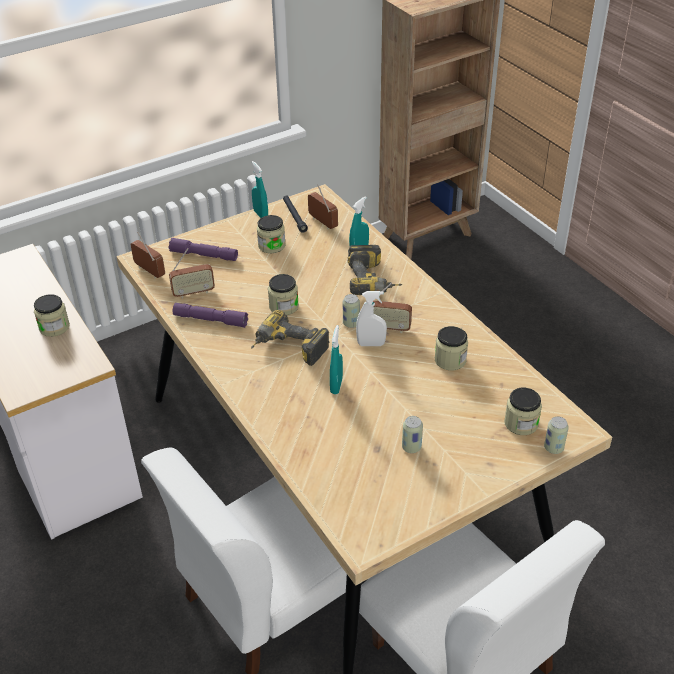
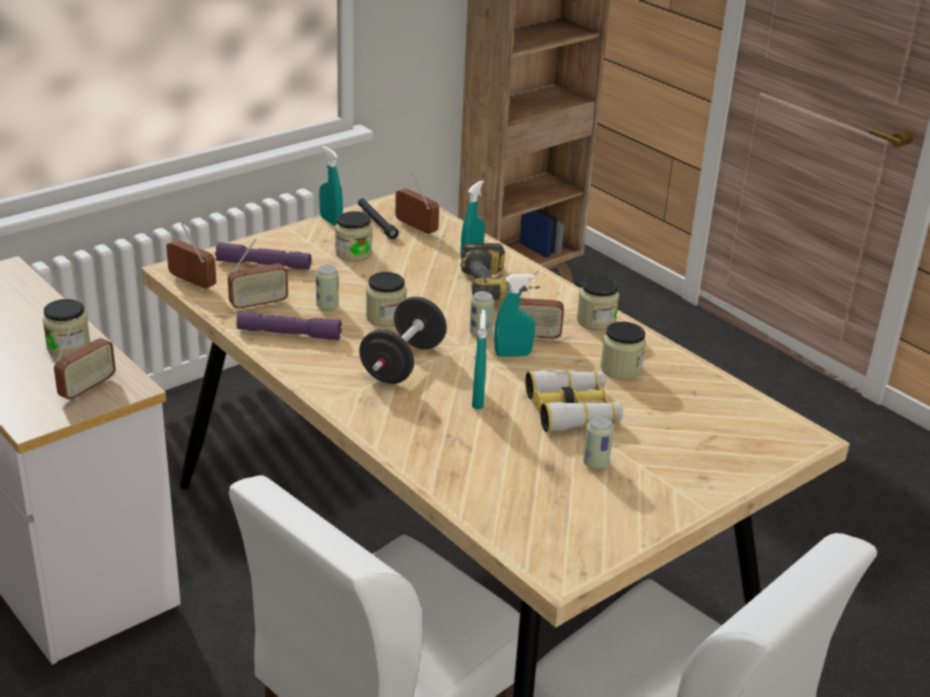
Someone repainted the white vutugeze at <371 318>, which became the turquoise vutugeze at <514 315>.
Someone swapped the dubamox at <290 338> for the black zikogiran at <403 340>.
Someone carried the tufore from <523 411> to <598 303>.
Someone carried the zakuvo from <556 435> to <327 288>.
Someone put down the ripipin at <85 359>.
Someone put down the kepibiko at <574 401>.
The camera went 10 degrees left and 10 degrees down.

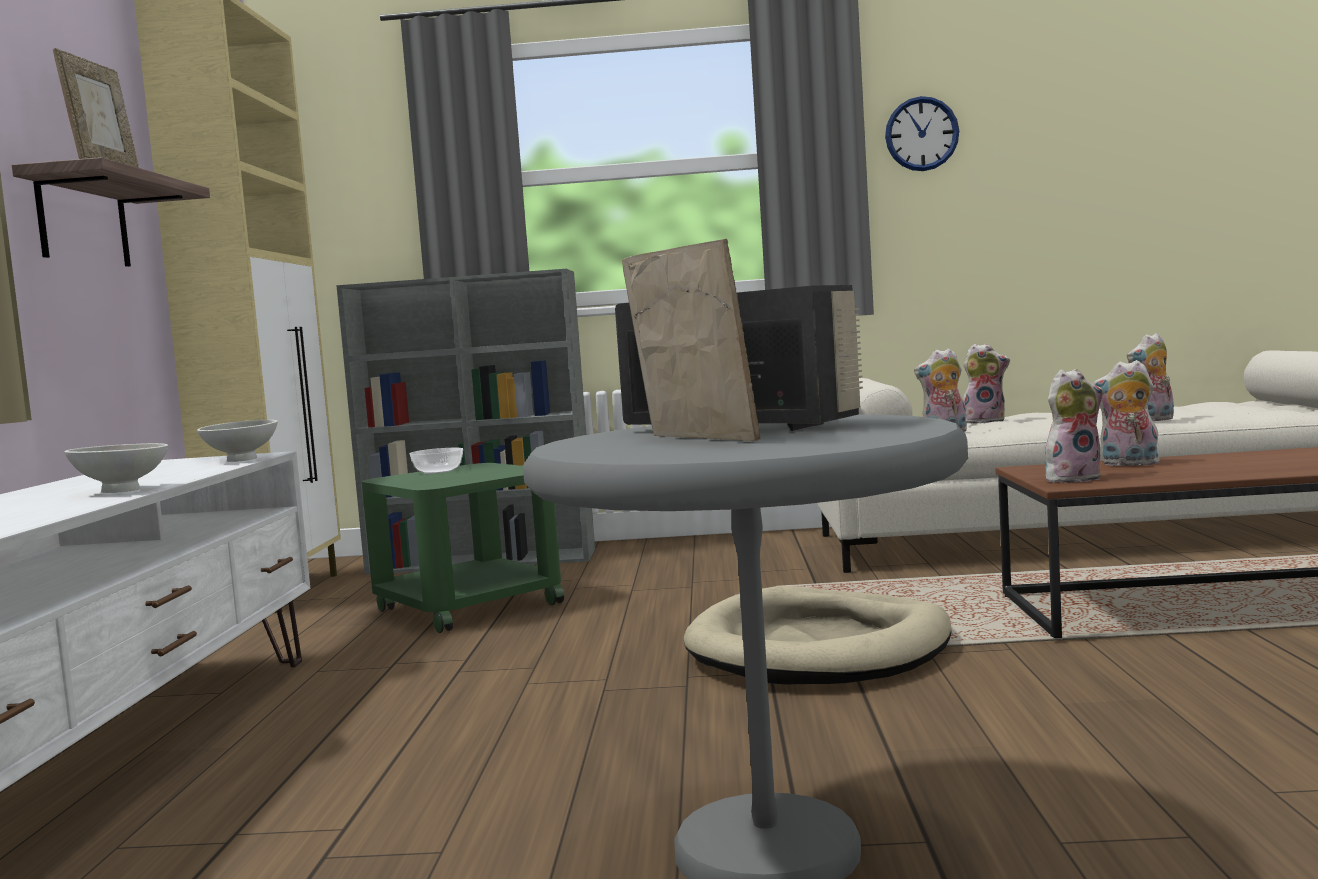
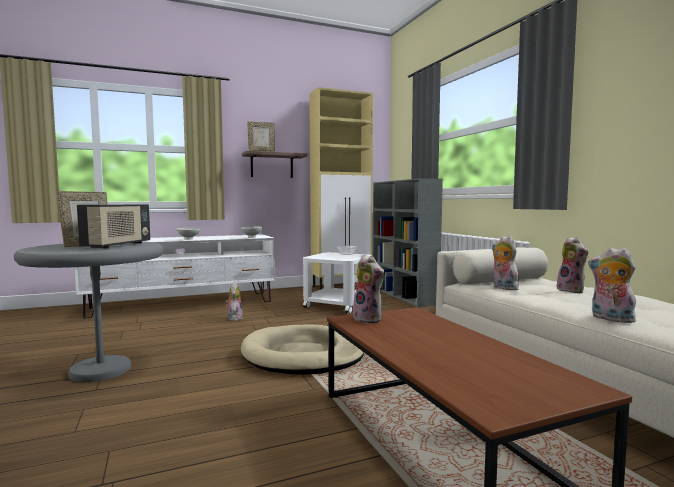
Someone took away the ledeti at <922 133>.
Someone carried the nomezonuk from <1126 413> to <234 301>.
Someone repainted the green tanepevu at <463 548>, which became the white tanepevu at <337 283>.
The camera went 65 degrees right and 0 degrees up.

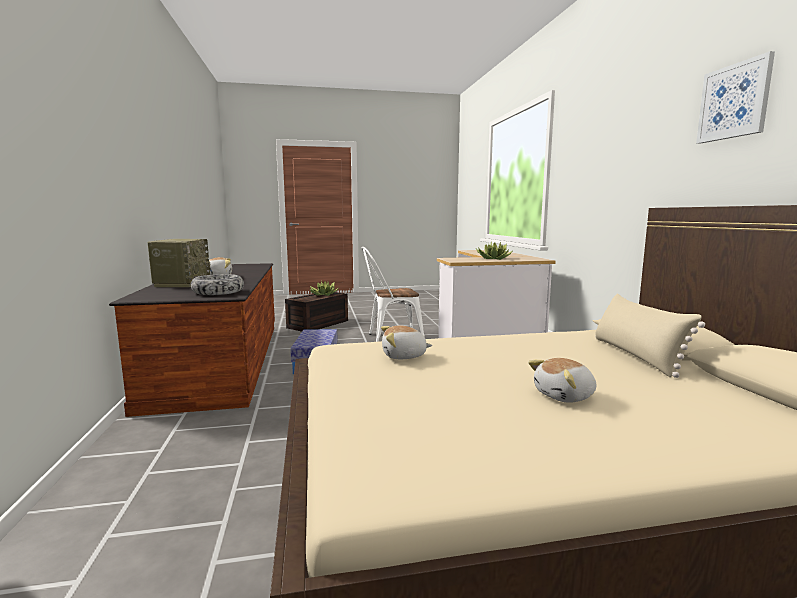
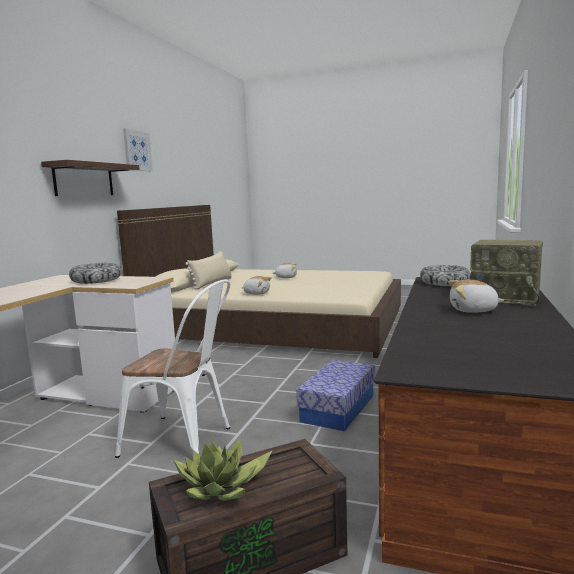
Someone rotated the ripipin at <180 263> by 90 degrees counterclockwise.
Someone swapped the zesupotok at <494 251> for the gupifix at <95 273>.
Someone carried the nomezonuk from <406 342> to <257 285>.
Someone put up the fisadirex at <90 178>.
The camera went 150 degrees left and 0 degrees up.

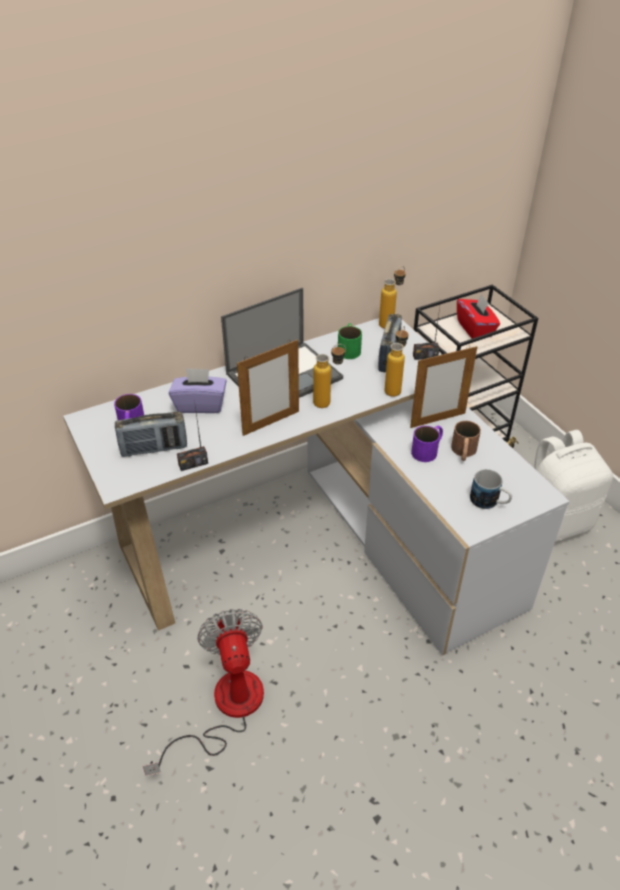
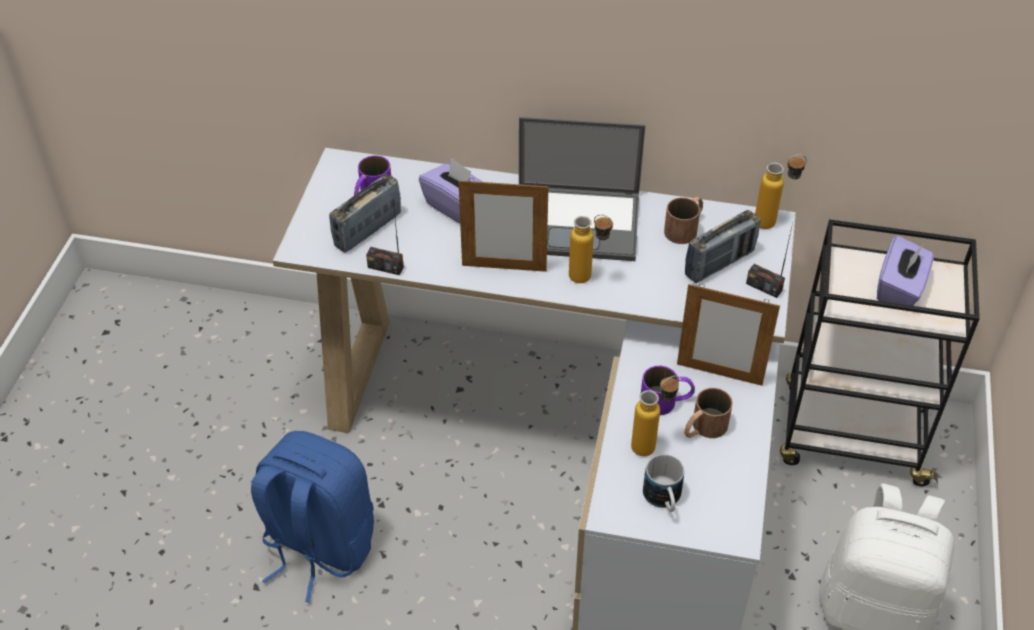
Someone repainted the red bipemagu at <478 316>, which became the purple bipemagu at <905 270>.
Someone repainted the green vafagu at <350 341>, which became the brown vafagu at <683 220>.
Someone carried the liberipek from <396 361> to <655 416>.
Someone rotated the ripipin at <151 434> by 105 degrees clockwise.
Someone swapped the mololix at <203 692> for the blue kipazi at <312 516>.
The camera went 40 degrees right and 5 degrees up.

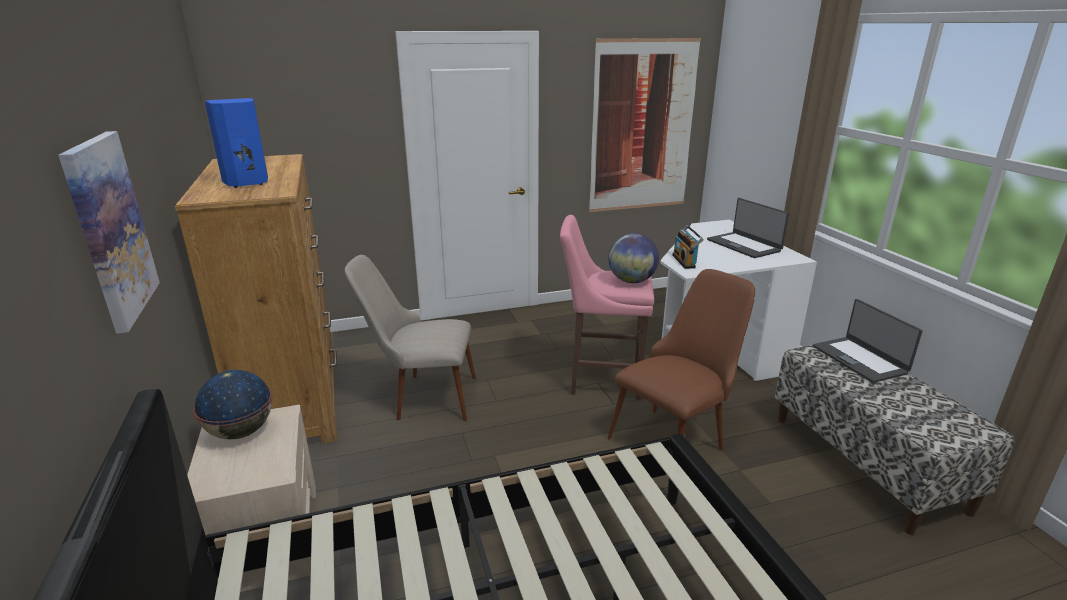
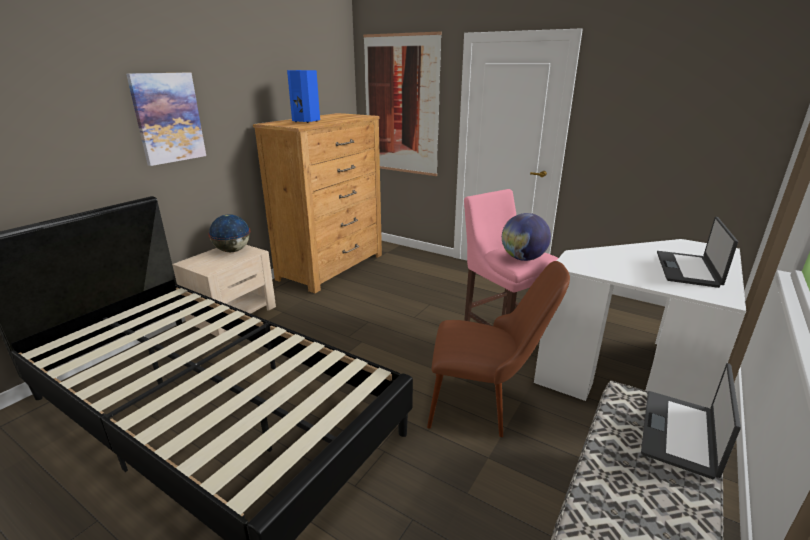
Someone carried the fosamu from <645 125> to <402 104>.
Someone took away the ripipin at <688 247>.
Someone took away the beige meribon at <410 338>.
The camera went 50 degrees right and 0 degrees up.

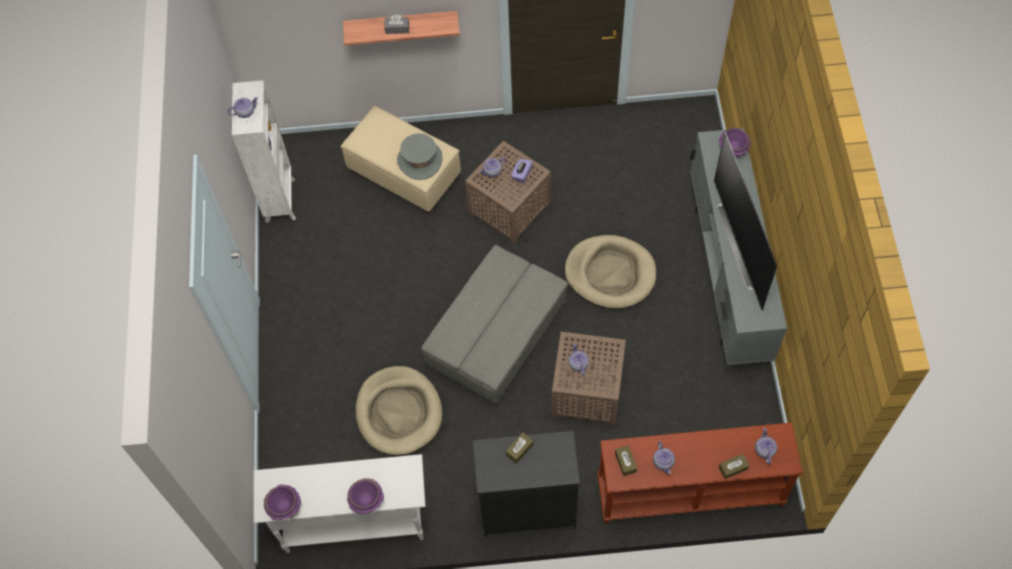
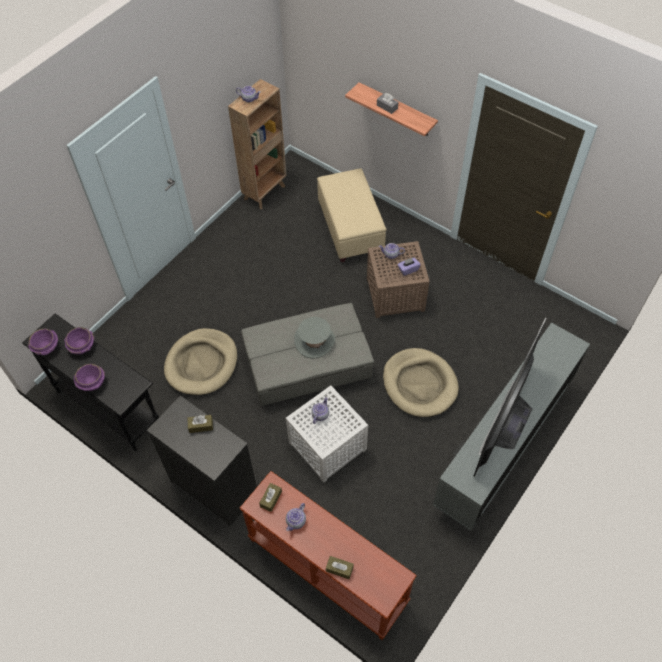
Someone repainted the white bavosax at <264 151>, which became the brown bavosax at <257 144>.
Someone carried the purple gupifix from <735 142> to <79 340>.
Someone carried the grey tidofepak from <420 156> to <314 338>.
Someone repainted the brown tanepevu at <589 378>, which became the white tanepevu at <327 434>.
Someone took away the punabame at <766 446>.
Someone repainted the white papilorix at <339 503>, which became the black papilorix at <90 382>.
The camera went 40 degrees right and 5 degrees down.

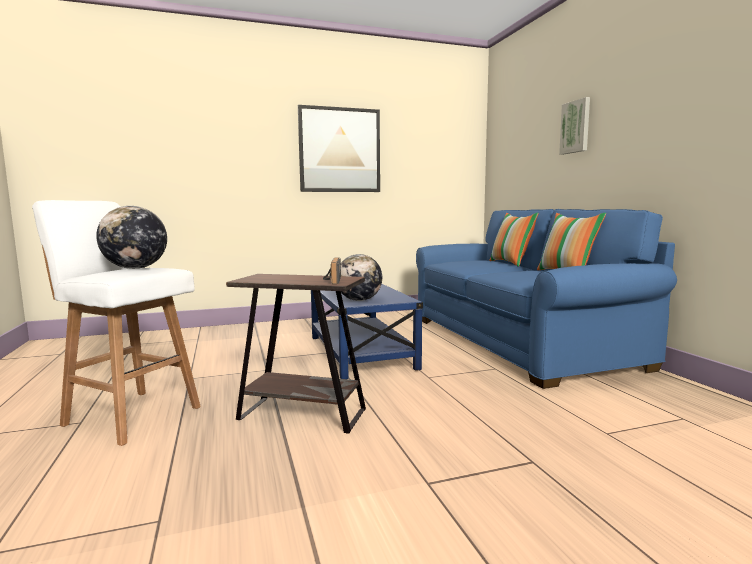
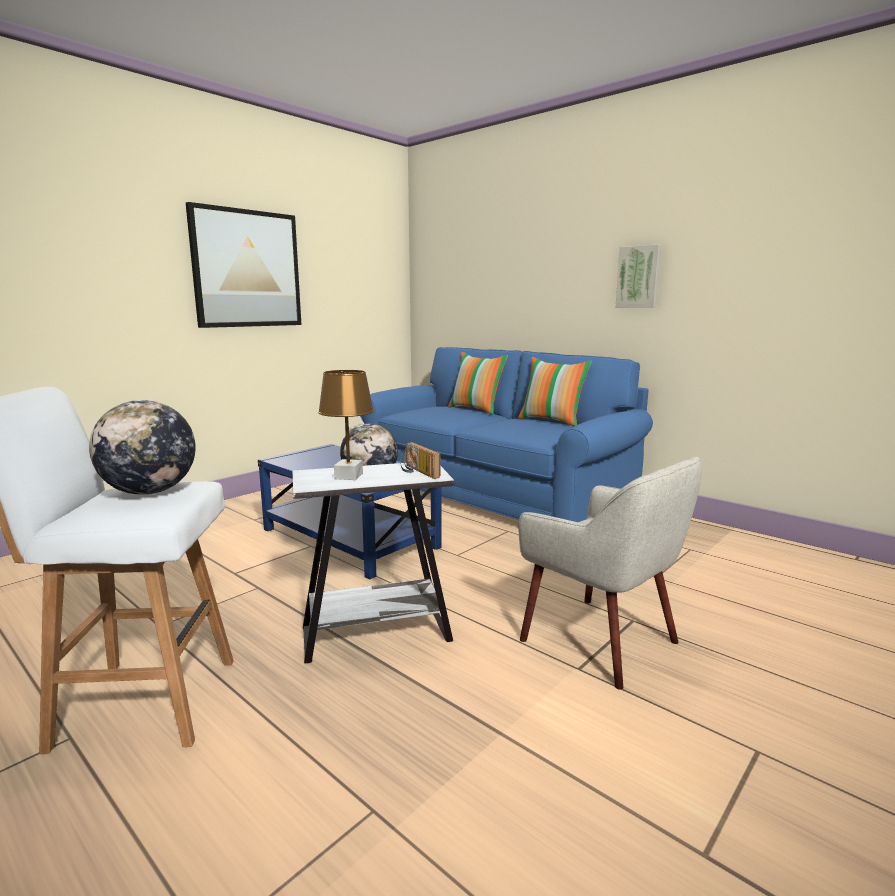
Someone carried the fosamu from <574 126> to <638 276>.
Someone repainted the brown tanepevu at <296 353>, which became the white tanepevu at <373 563>.
Someone put down the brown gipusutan at <346 425>.
Someone put down the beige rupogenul at <610 573>.
The camera went 30 degrees left and 5 degrees up.

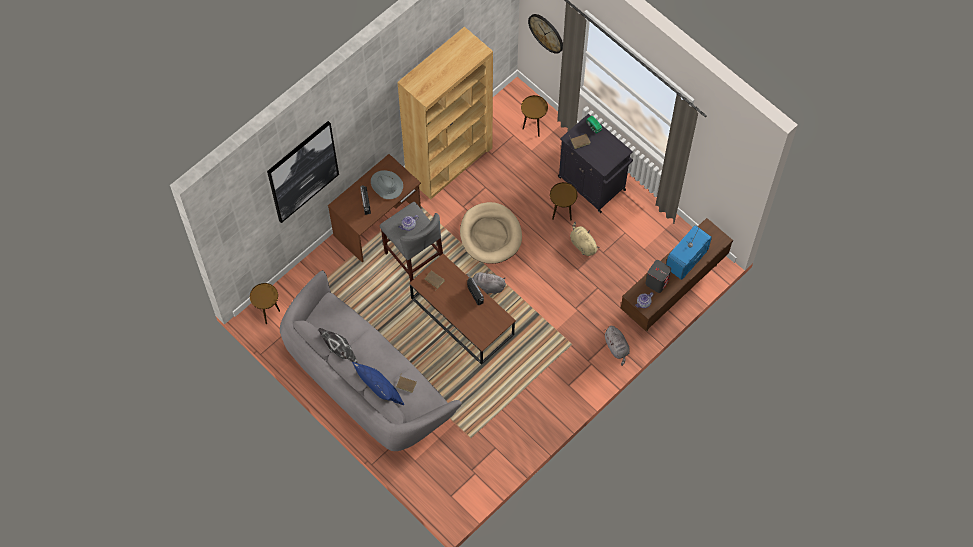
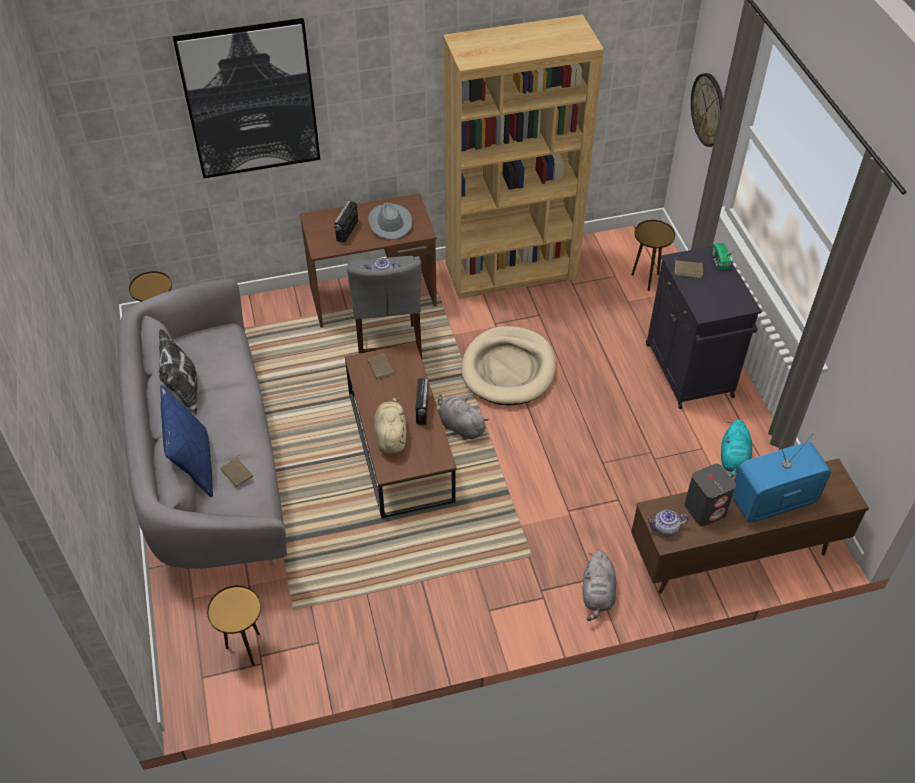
Someone carried the brown tanepevu from <563 201> to <234 625>.
Someone carried the beige nomezonuk from <585 239> to <390 425>.
Someone put down the turquoise nomezonuk at <736 448>.
The camera went 30 degrees right and 15 degrees down.

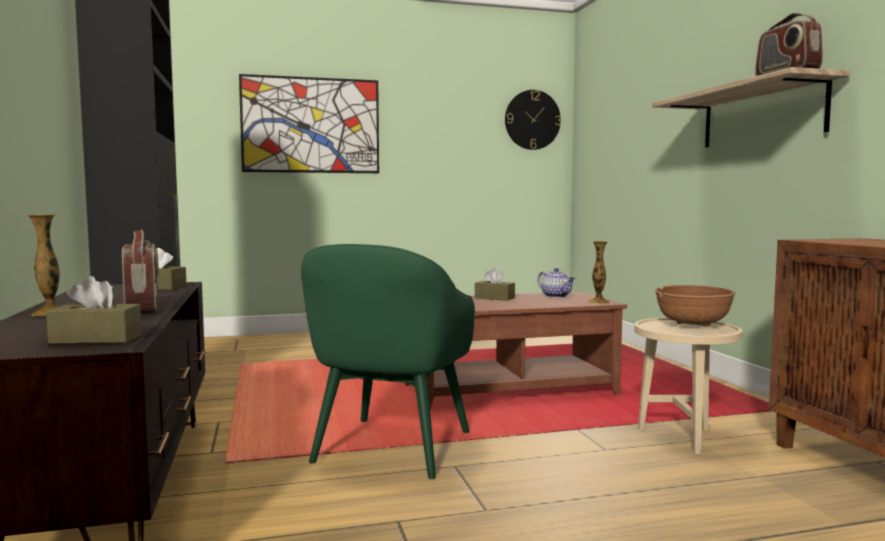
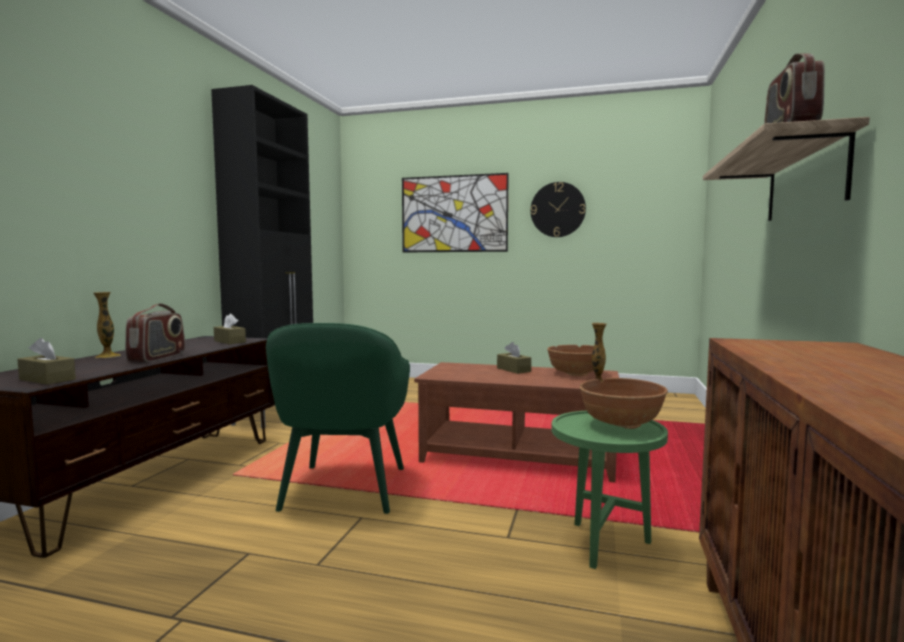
Someone carried the ledeti from <533 120> to <558 209>.
Someone rotated the green rupogenul at <388 361> by 45 degrees counterclockwise.
Someone swapped the punabame at <556 283> for the brown gupifix at <570 360>.
Someone repainted the beige tanepevu at <688 386>, which became the green tanepevu at <610 490>.
The camera went 30 degrees right and 0 degrees up.

